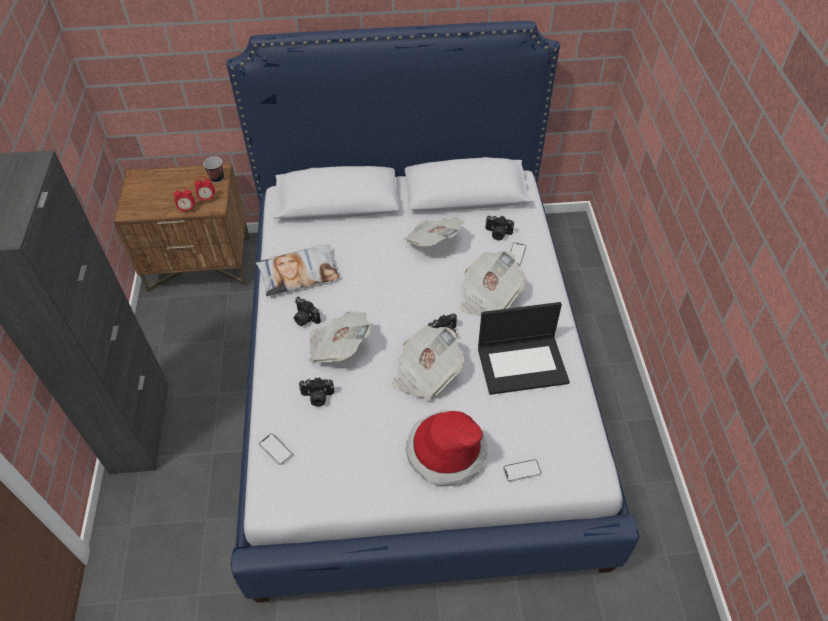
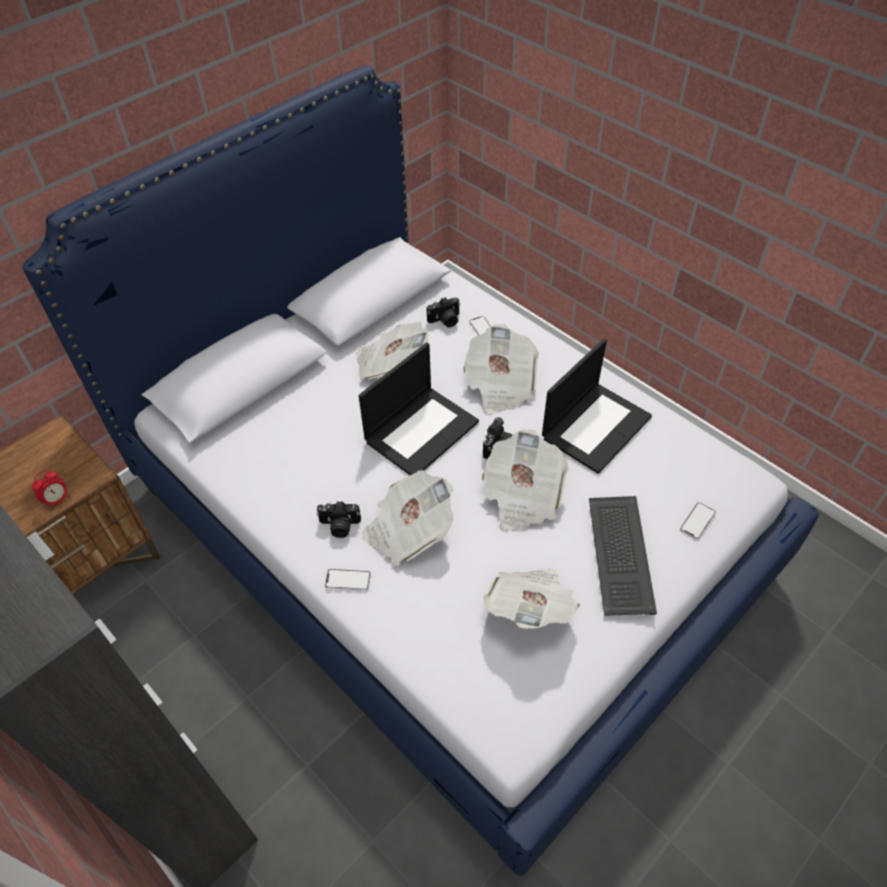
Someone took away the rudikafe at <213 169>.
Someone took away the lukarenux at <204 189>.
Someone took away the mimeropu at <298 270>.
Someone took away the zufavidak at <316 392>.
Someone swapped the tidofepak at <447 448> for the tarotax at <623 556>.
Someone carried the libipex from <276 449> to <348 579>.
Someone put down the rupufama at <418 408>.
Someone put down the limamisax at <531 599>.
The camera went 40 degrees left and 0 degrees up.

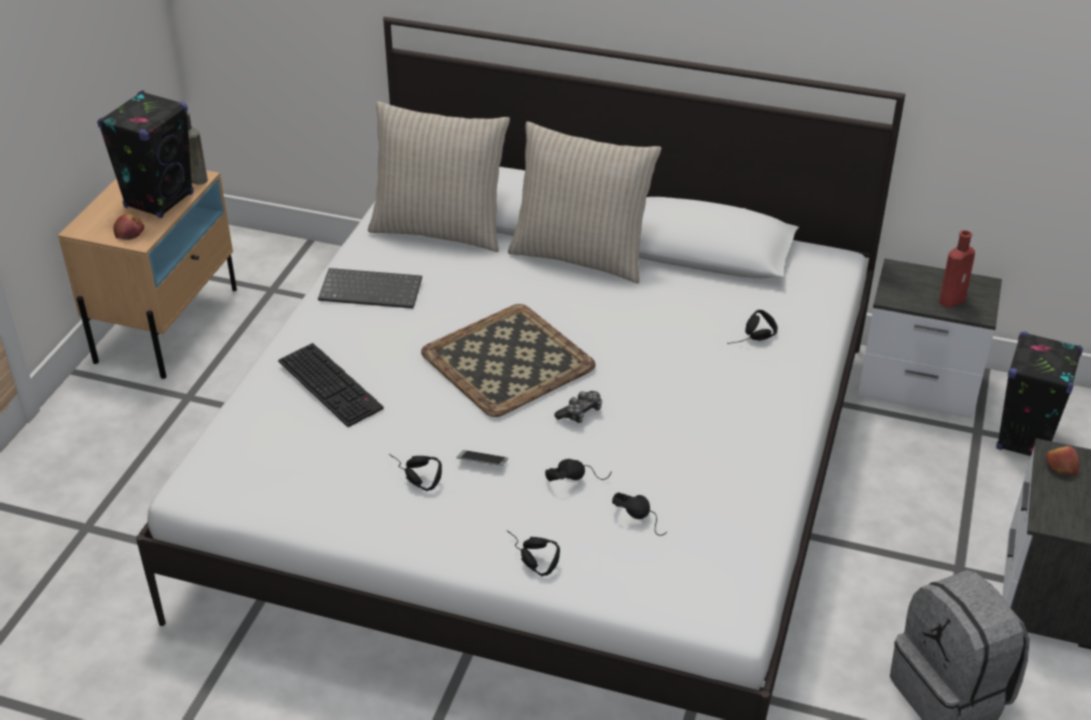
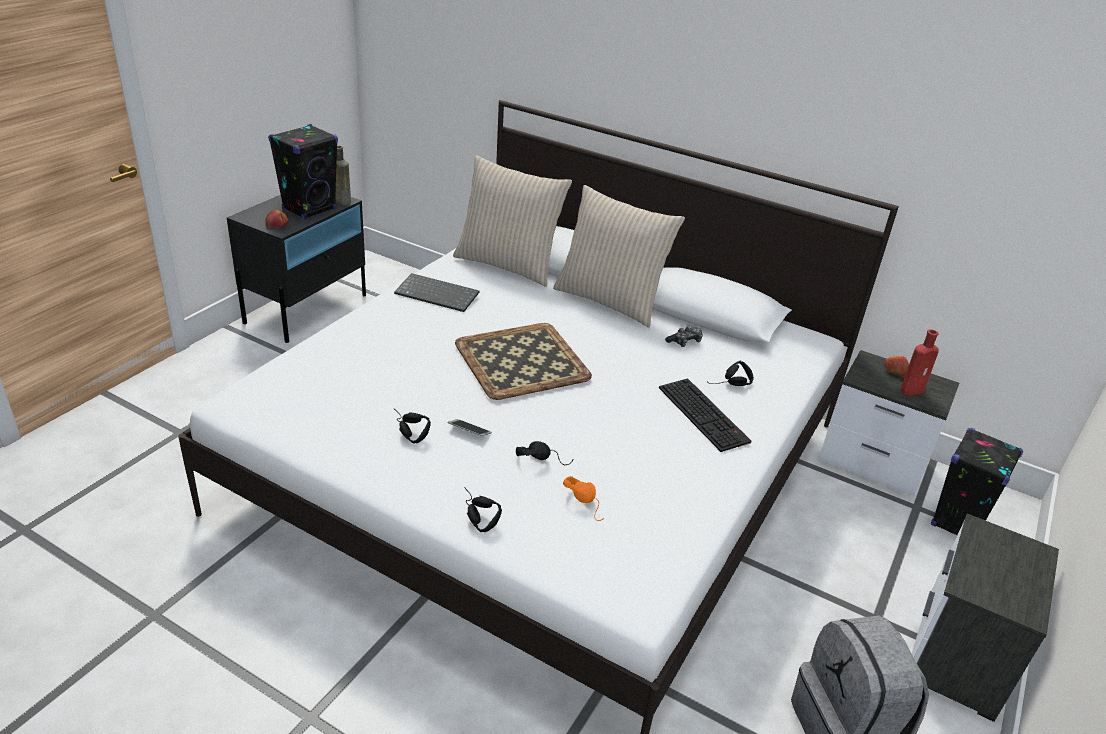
Someone repainted the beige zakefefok at <147 274>, which became the black zakefefok at <296 269>.
Someone carried the tarotax from <331 385> to <705 415>.
Someone carried the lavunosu from <578 407> to <684 336>.
Someone carried the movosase from <1063 461> to <896 367>.
Someone repainted the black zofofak at <639 514>, which became the orange zofofak at <583 498>.
The camera went 10 degrees right and 5 degrees down.

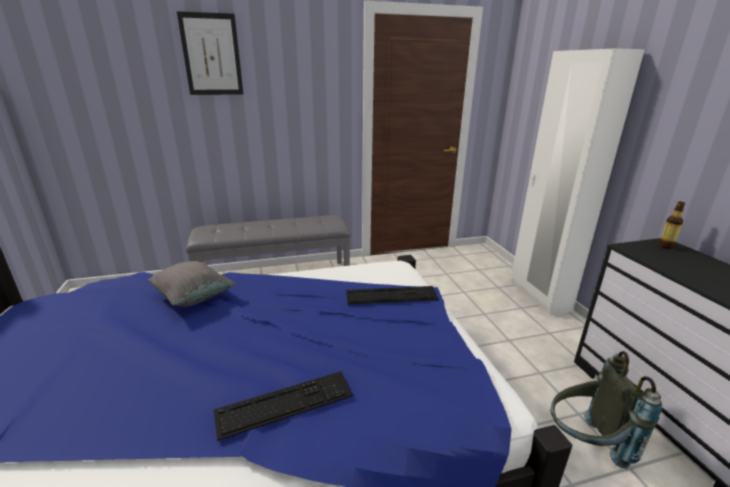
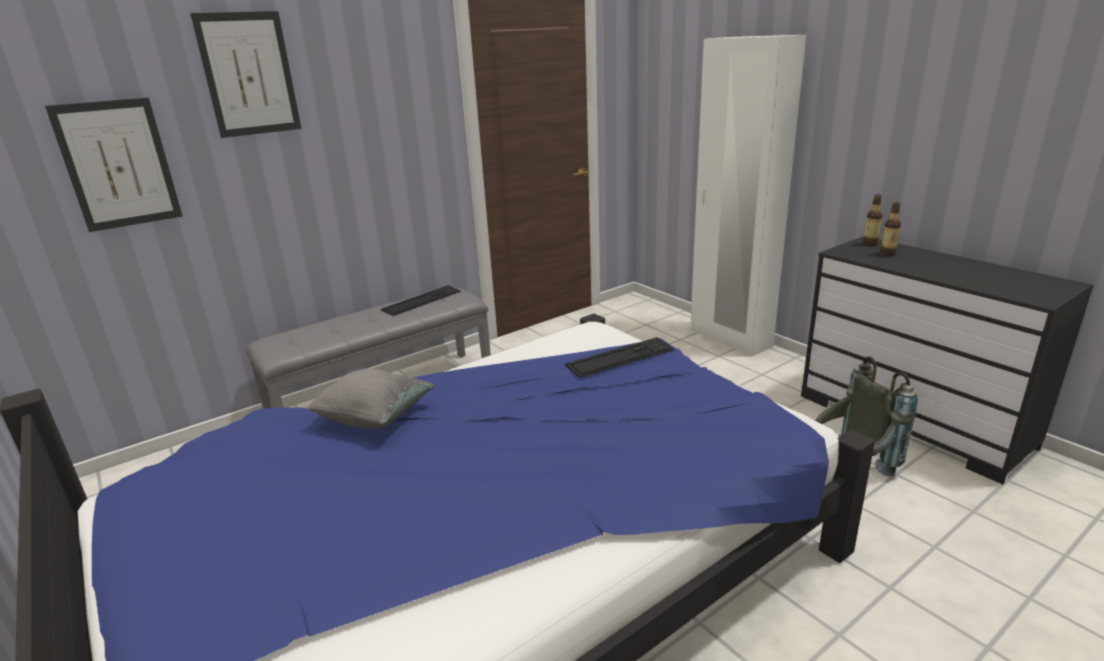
Someone carried the tarotax from <283 406> to <421 300>.
Someone put up the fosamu at <113 165>.
Someone put down the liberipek at <890 229>.
The camera went 20 degrees left and 0 degrees up.

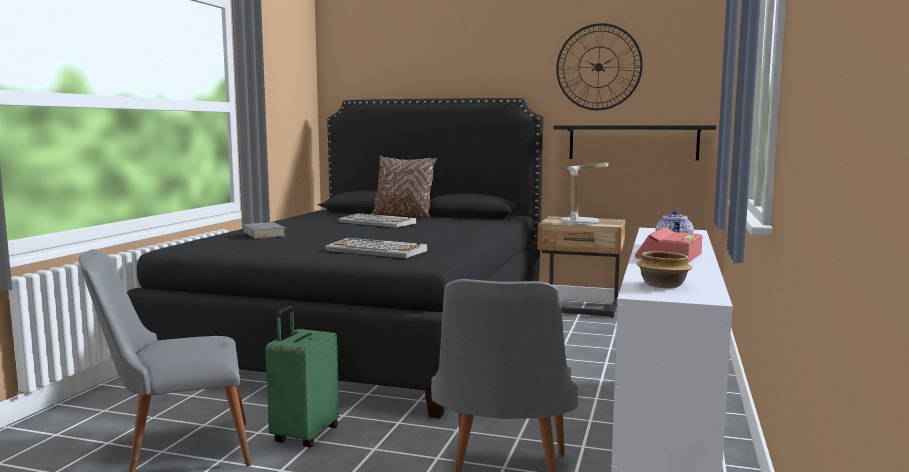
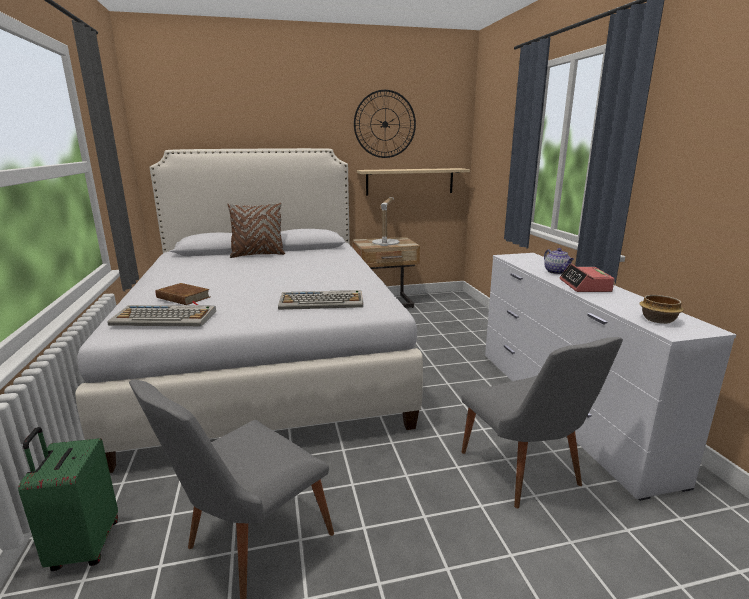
Someone repainted the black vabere at <335 258>, which became the white vabere at <249 310>.
Someone repainted the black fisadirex at <635 143>, which became the beige fisadirex at <413 181>.
Someone carried the tarotax from <377 220> to <161 315>.
Someone repainted the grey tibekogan at <264 230>, which became the brown tibekogan at <183 294>.
Someone carried the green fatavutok from <302 377> to <68 499>.
The camera went 30 degrees left and 10 degrees up.

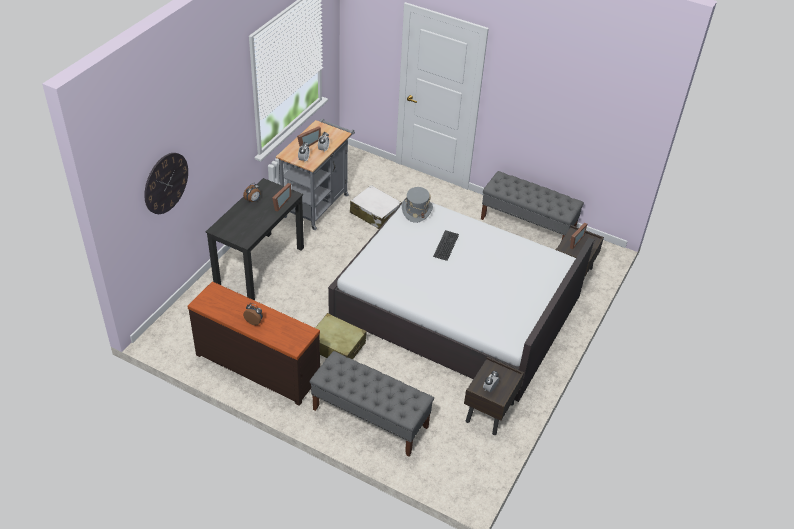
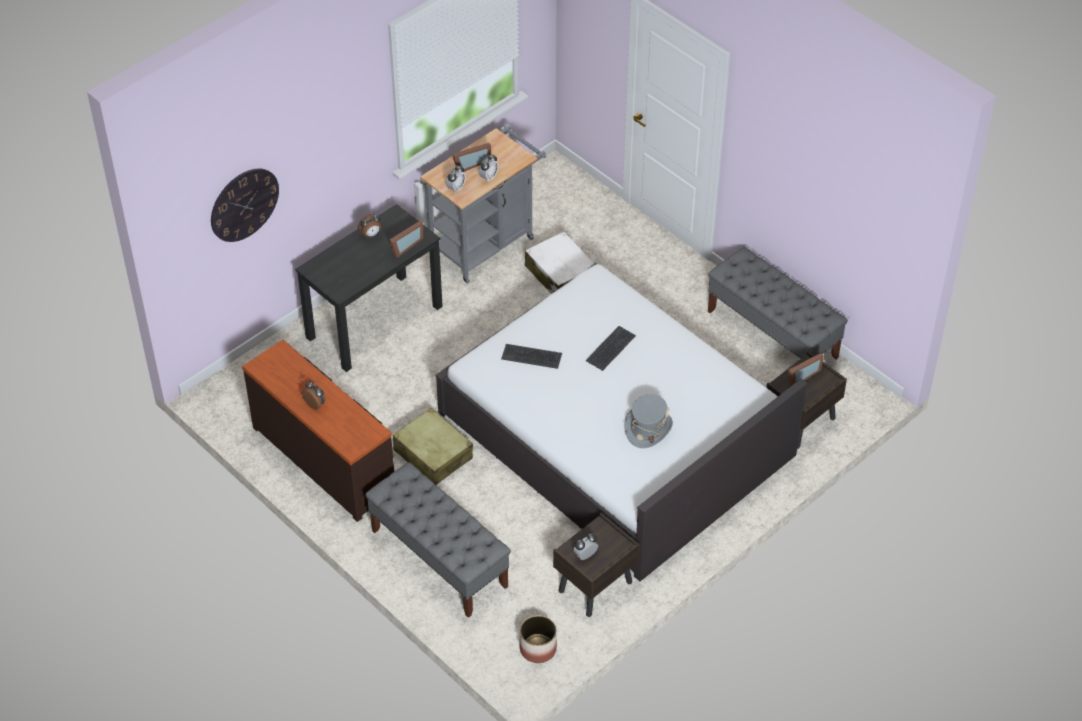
Someone carried the grey tidofepak from <417 205> to <648 421>.
Someone put down the tarotax at <531 356>.
Someone put down the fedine at <538 639>.
The camera went 20 degrees right and 5 degrees up.

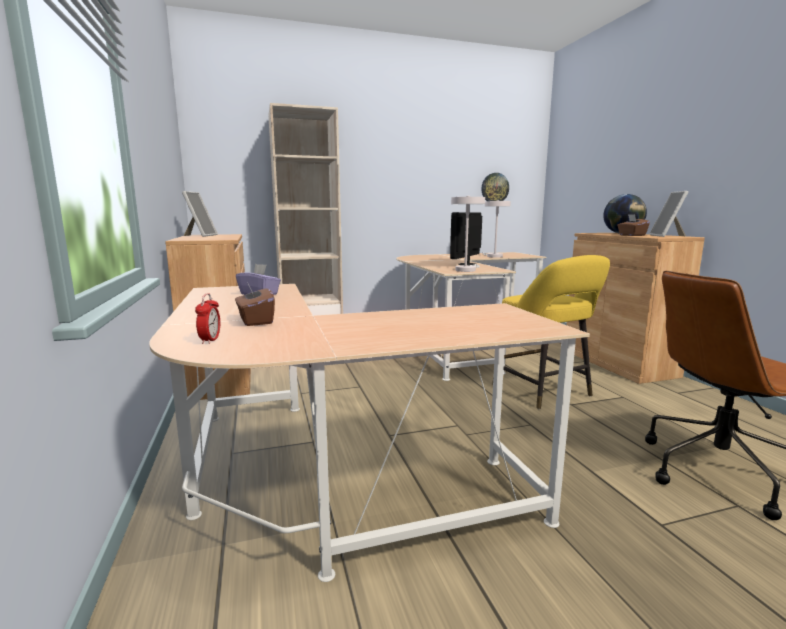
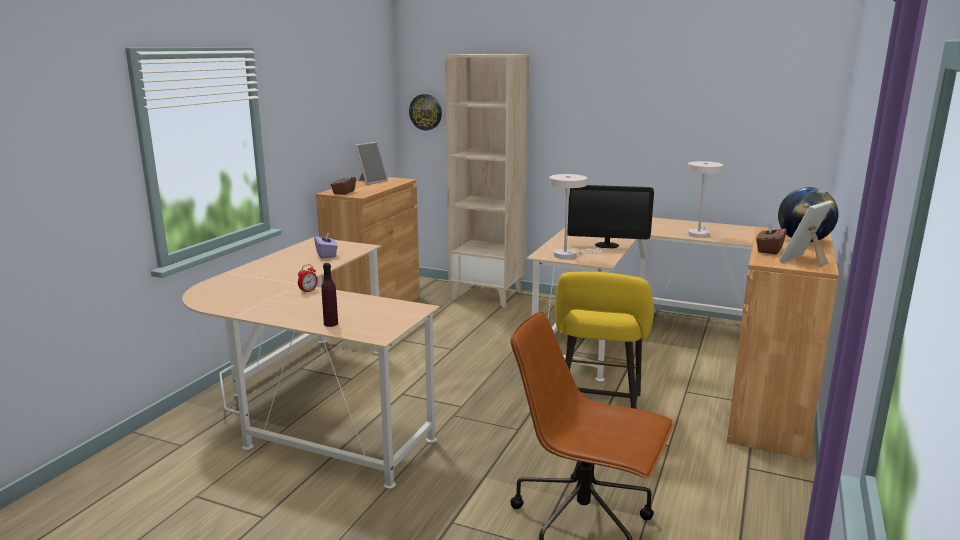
Someone carried the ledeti from <495 187> to <425 112>.
Someone rotated the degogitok at <466 238> by 150 degrees counterclockwise.
Someone carried the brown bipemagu from <255 304> to <343 183>.
Someone carried the lukarenux from <207 318> to <308 278>.
Someone put down the purple liberipek at <329 295>.
The camera went 40 degrees right and 5 degrees up.

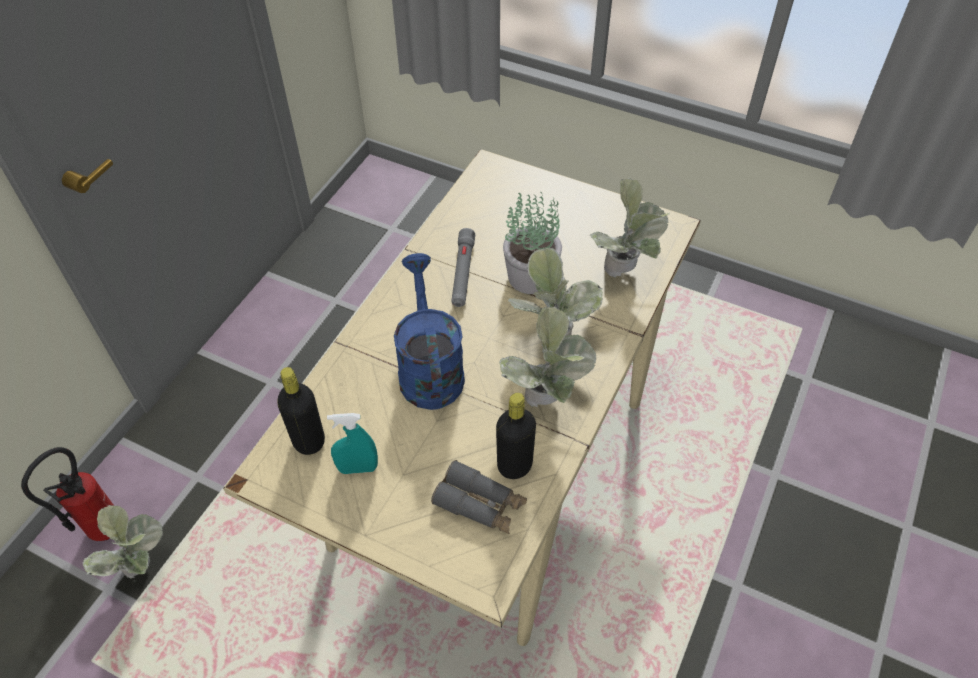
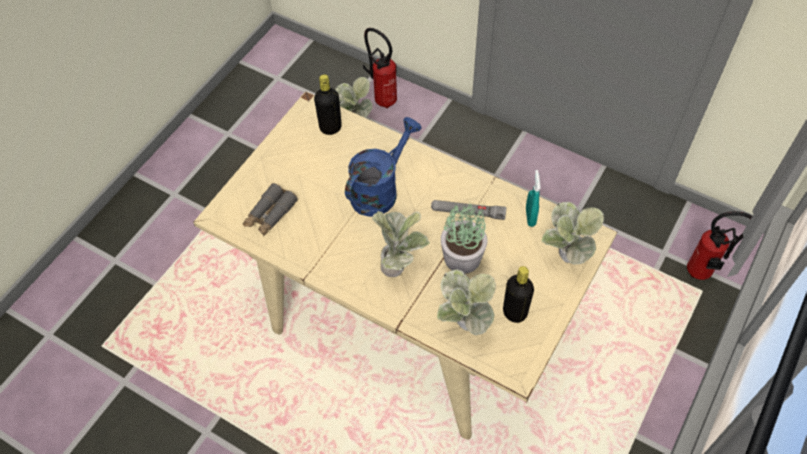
Someone rotated the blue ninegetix at <429 331> by 45 degrees counterclockwise.
Someone carried the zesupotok from <547 357> to <573 233>.
Someone carried the black liberipek from <516 436> to <518 294>.
Someone carried the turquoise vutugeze from <352 443> to <533 198>.
Someone put down the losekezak at <719 245>.
The camera went 95 degrees right and 5 degrees up.

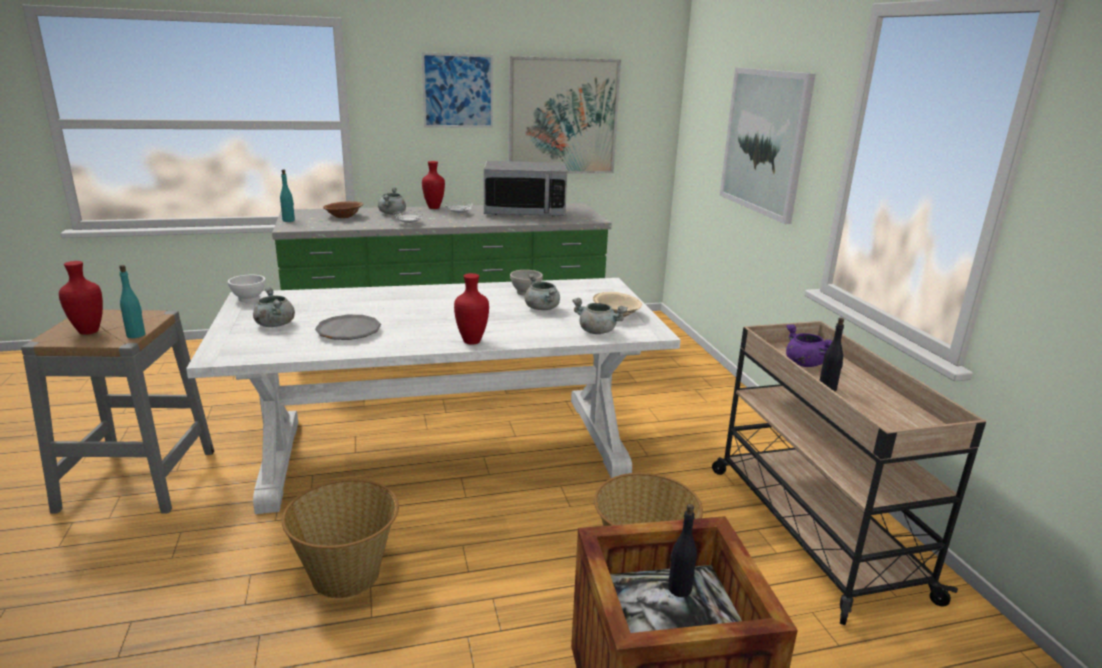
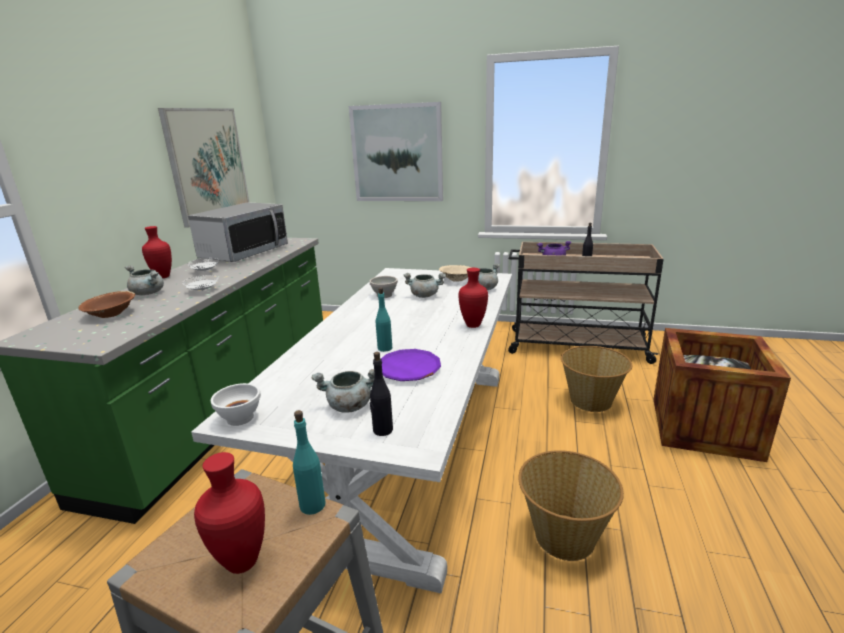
Someone took away the fosamu at <457 90>.
Someone carried the turquoise liberipek from <287 195> to <384 320>.
Someone repainted the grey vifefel at <348 327>, which became the purple vifefel at <411 365>.
Someone carried the black liberipek from <682 550> to <381 394>.
The camera went 60 degrees left and 0 degrees up.

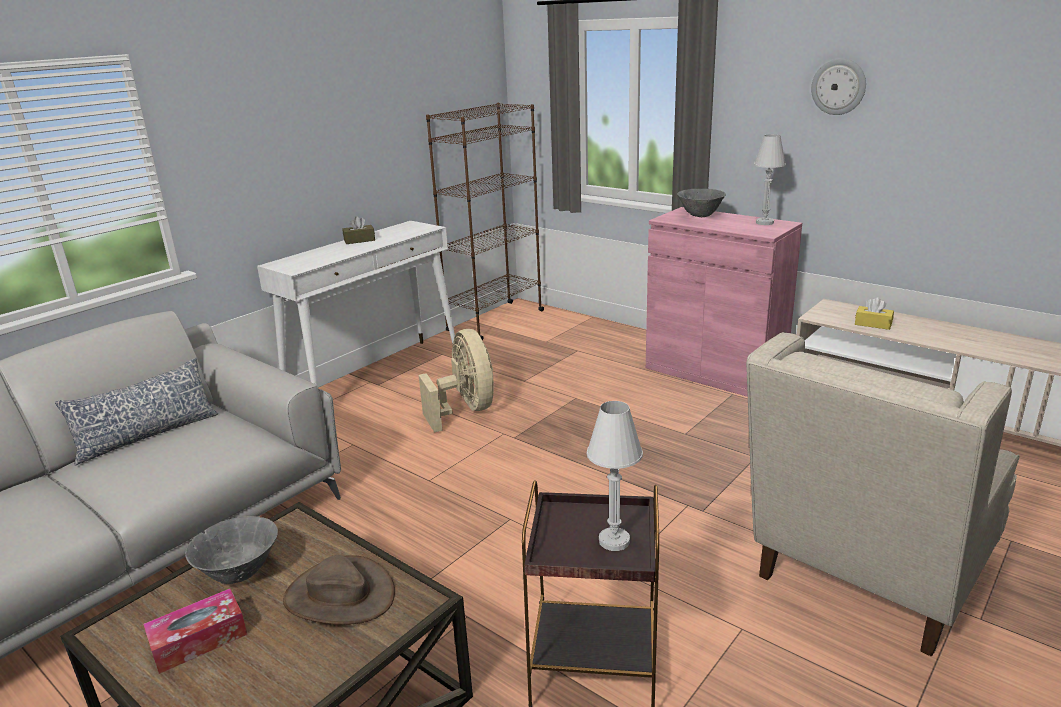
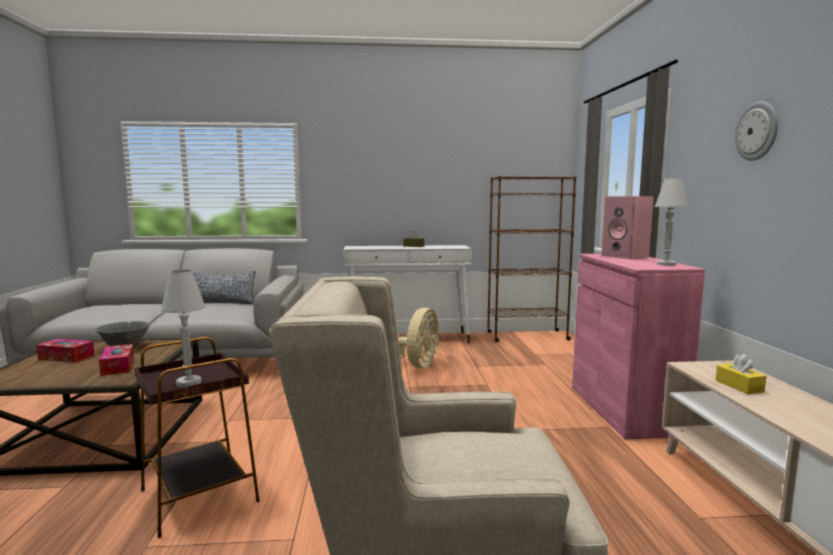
Someone swapped the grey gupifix at <701 203> for the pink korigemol at <627 228>.
Someone swapped the brown tidofepak at <339 590> for the bipemagu at <116 360>.
The camera went 45 degrees right and 15 degrees down.

